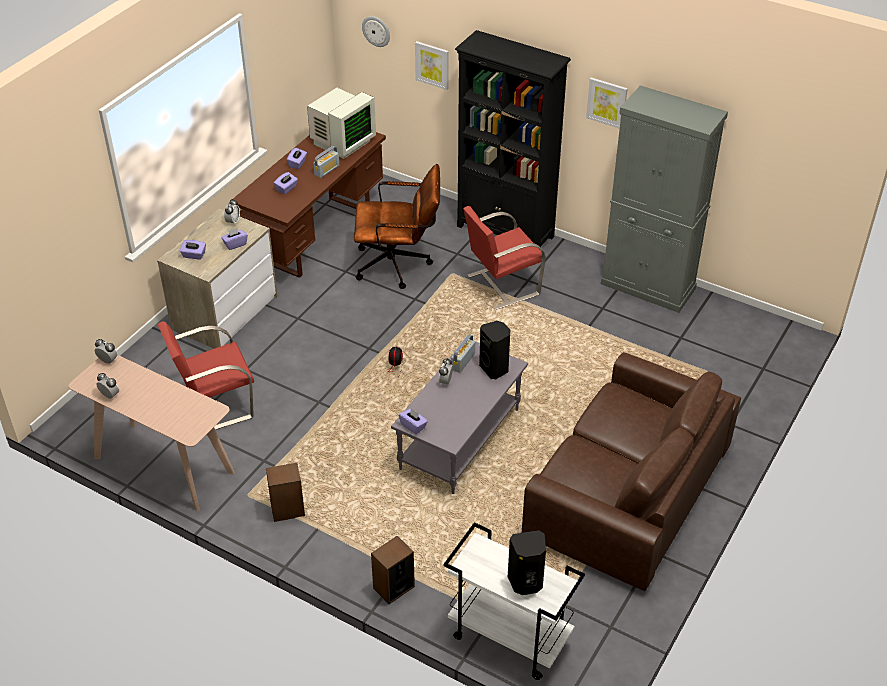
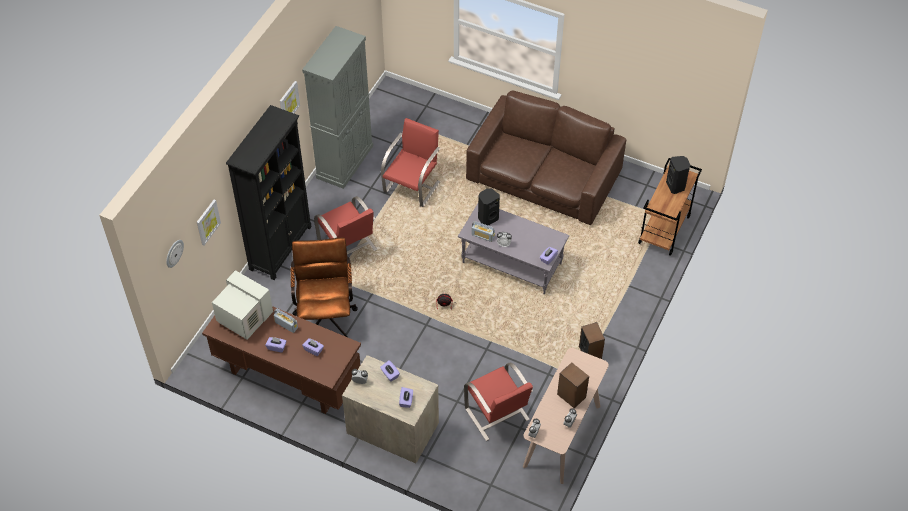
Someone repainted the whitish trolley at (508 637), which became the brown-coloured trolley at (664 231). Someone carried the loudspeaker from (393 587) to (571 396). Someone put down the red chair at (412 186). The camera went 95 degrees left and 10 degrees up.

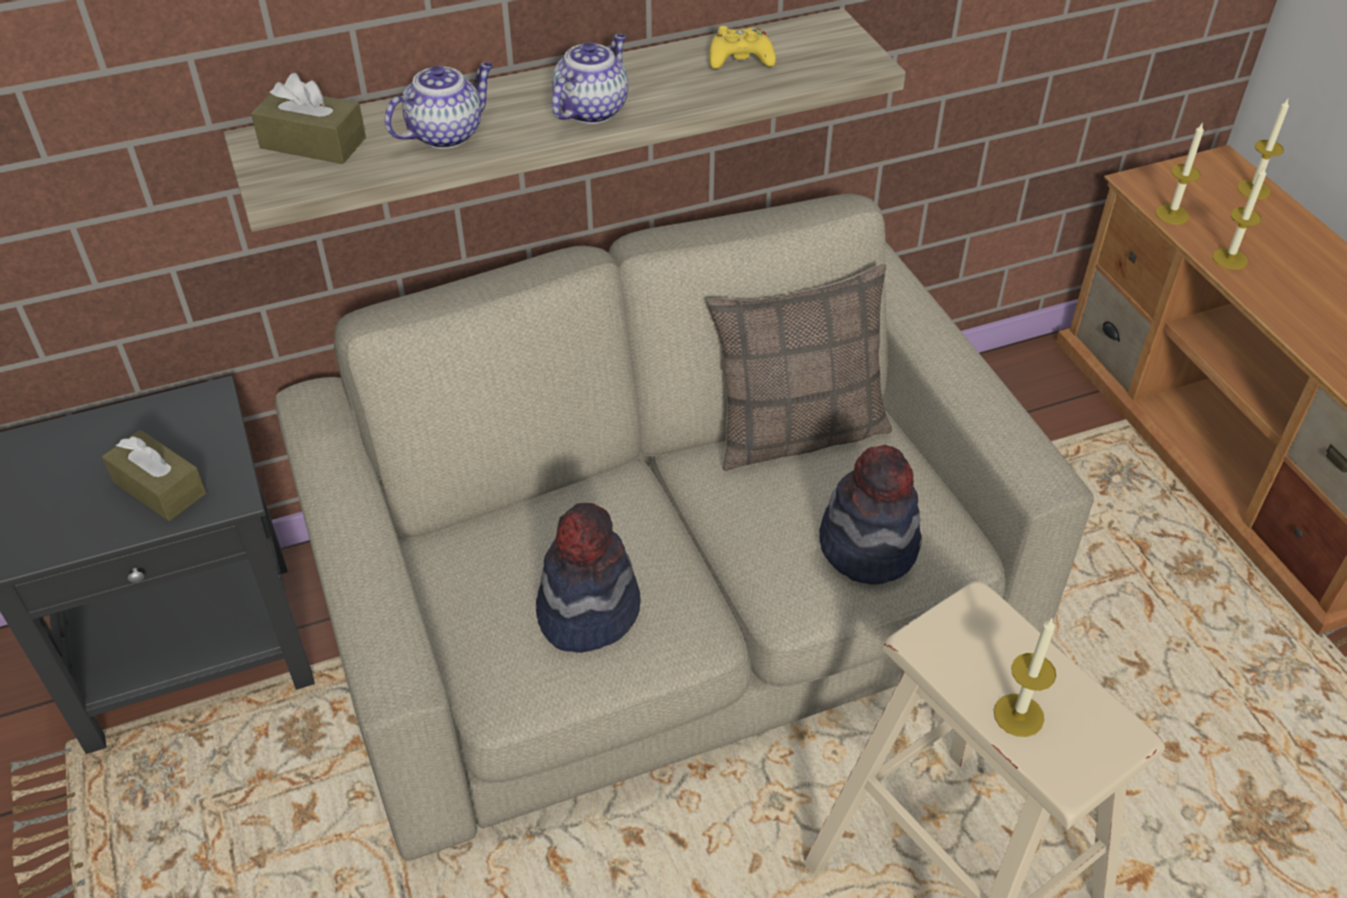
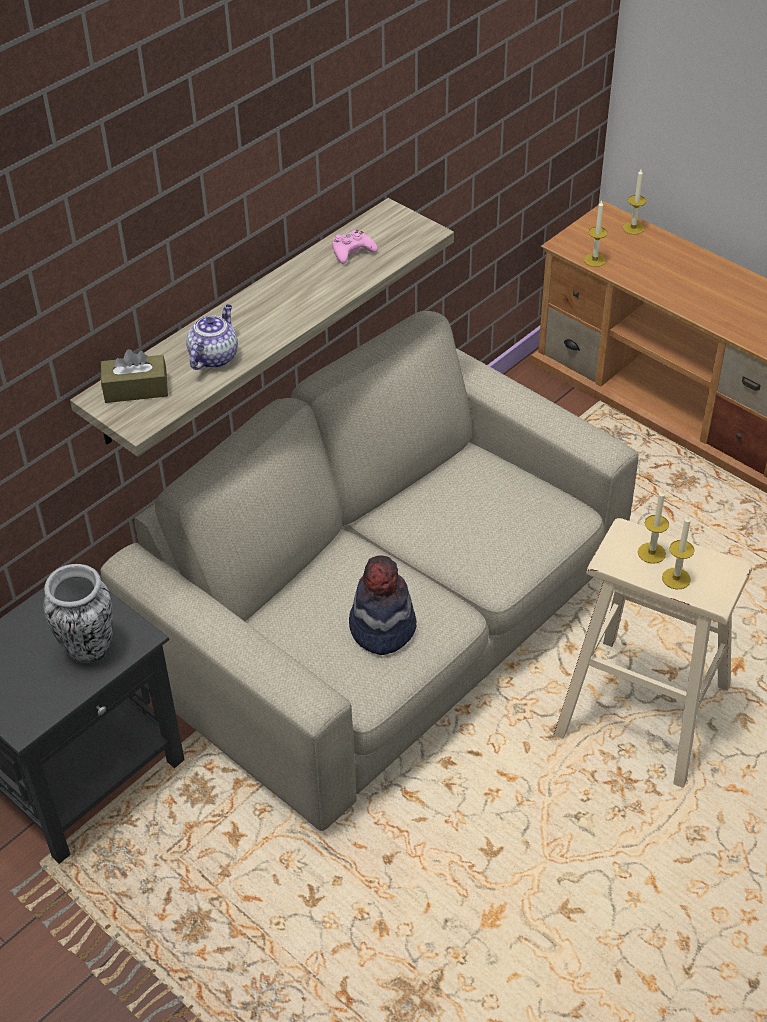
Someone repainted the yellow gamepad at (740 59), which became the pink-coloured gamepad at (352 252). Someone took away the teapot at (591 109). Someone carried the wax light from (1229 259) to (651 553). Someone took away the cushion at (798 432). Someone swapped the brown-coloured tissue box at (159 488) for the vase at (89 649). Someone took away the hat at (868 546). The camera went 25 degrees left and 0 degrees up.

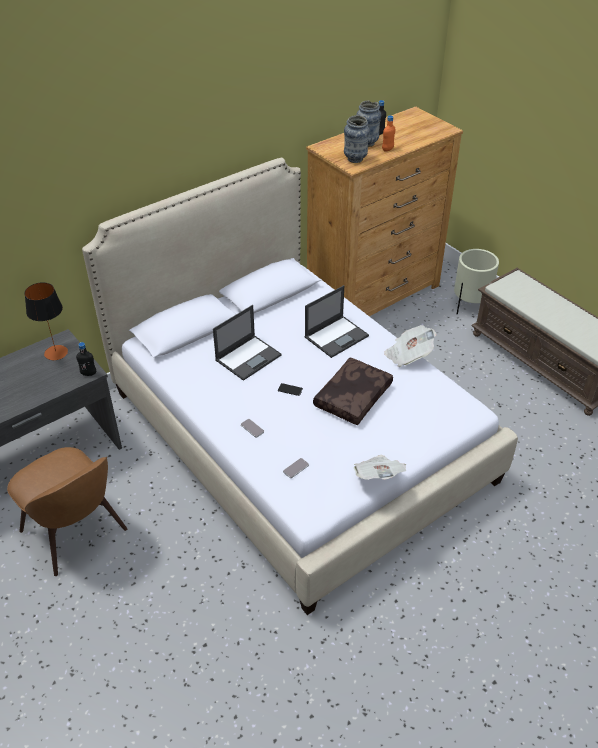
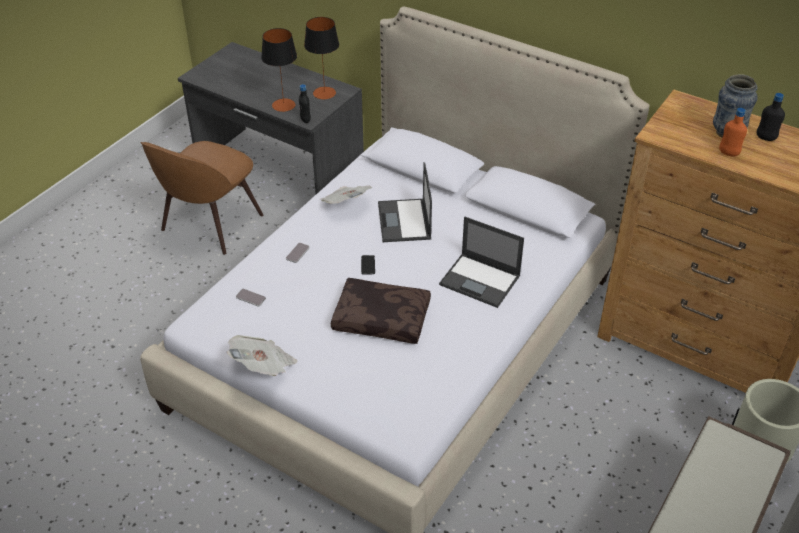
Someone took away the vase at (355 159). Someone rotated the portable computer at (248 357) by 60 degrees clockwise. Someone carried the newspaper from (408 355) to (346 204). Someone put down the lamp for a table at (283 105). The camera went 70 degrees right and 0 degrees up.

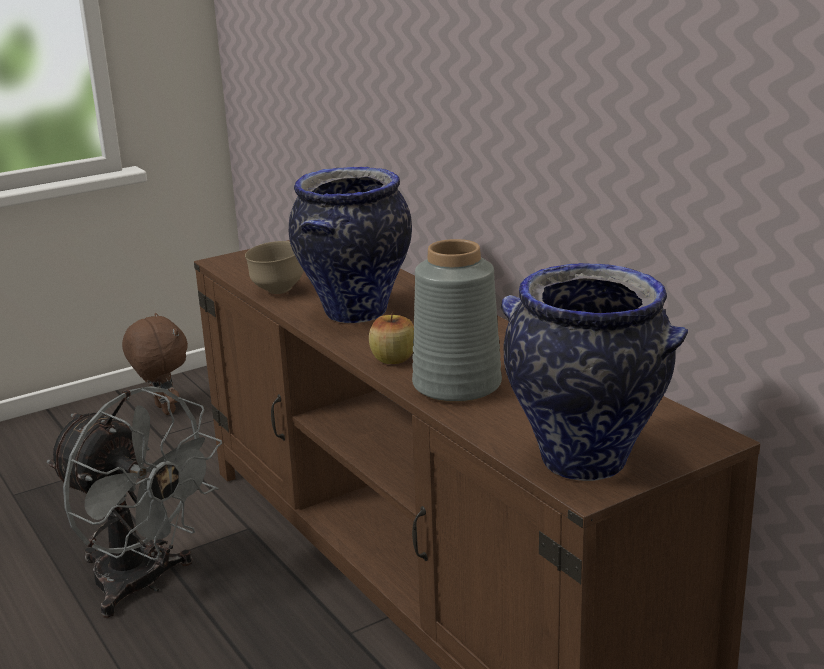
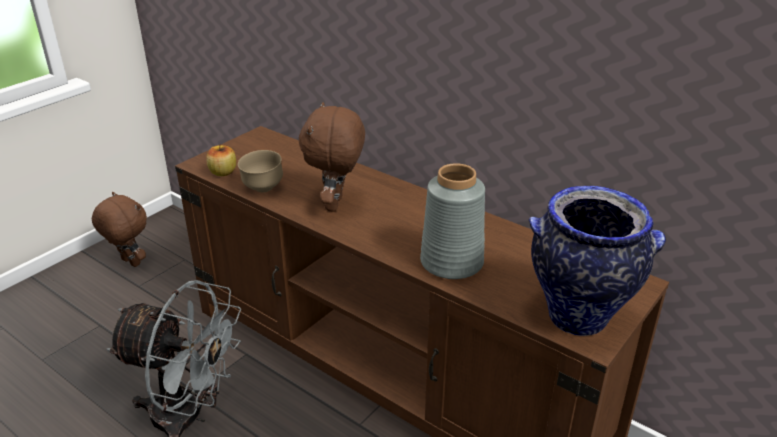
Someone swapped the vase at (355 314) for the brown-coloured soft toy at (336 204). Someone carried the whole apple from (393 359) to (223 172). The camera went 20 degrees left and 10 degrees up.

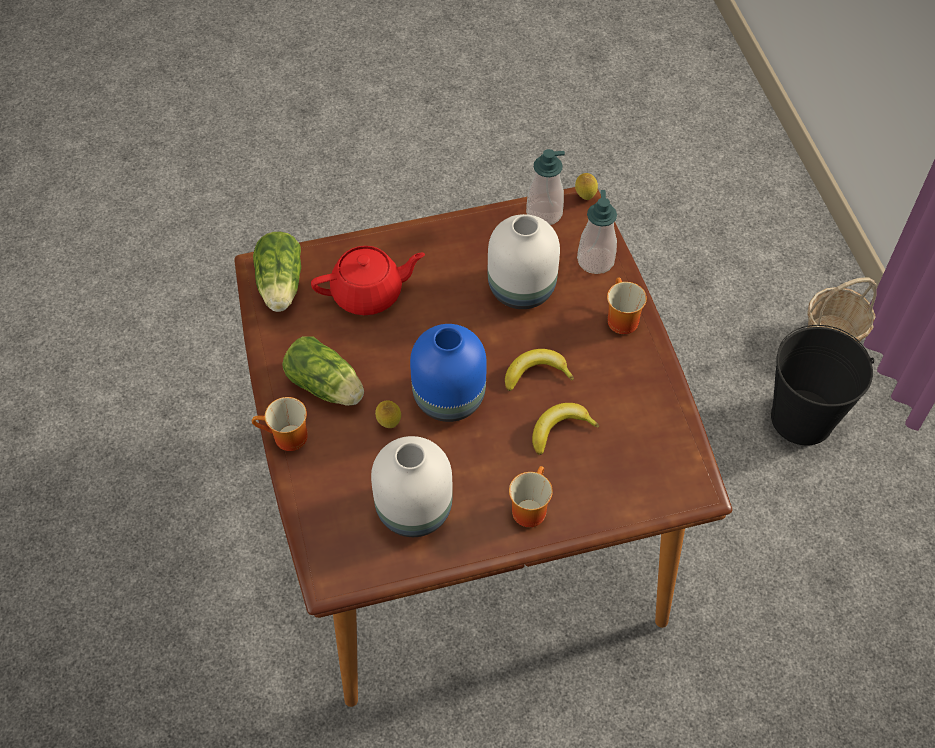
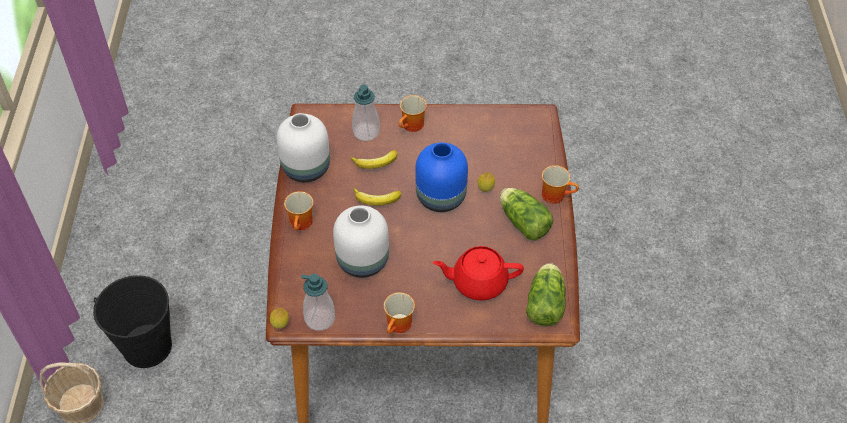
Someone carried the soap bottle from (595 260) to (366 132). Someone carried the whitish vase from (412 508) to (307 169). Someone put down the coffee mug at (400 326). The camera went 165 degrees left and 5 degrees down.

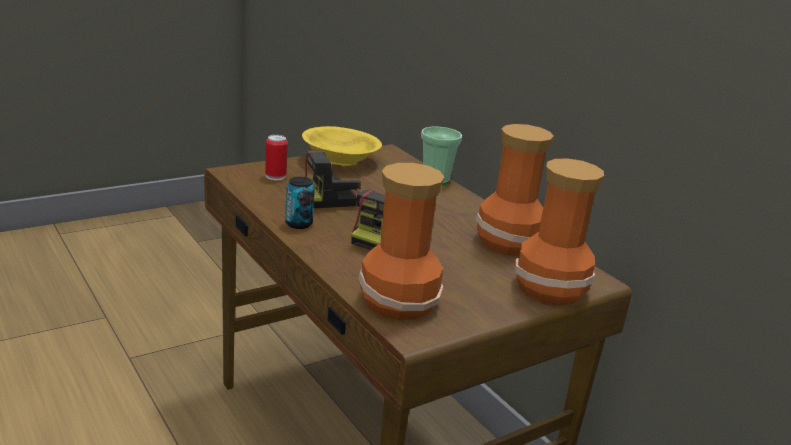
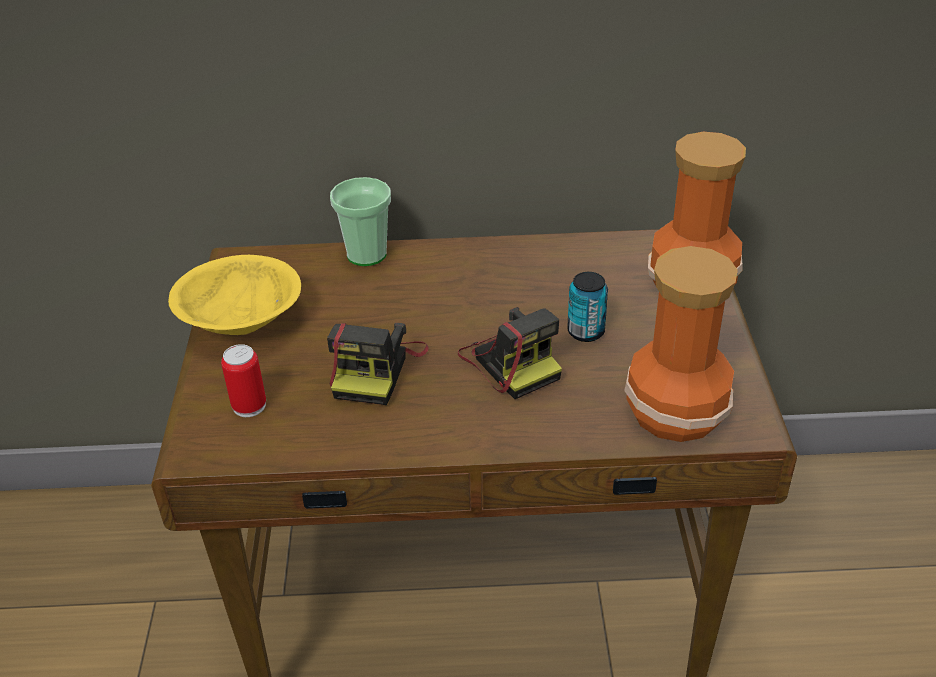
Someone took away the vase at (506 242). Someone carried the can from (298 224) to (586 332). The camera went 55 degrees left and 15 degrees up.

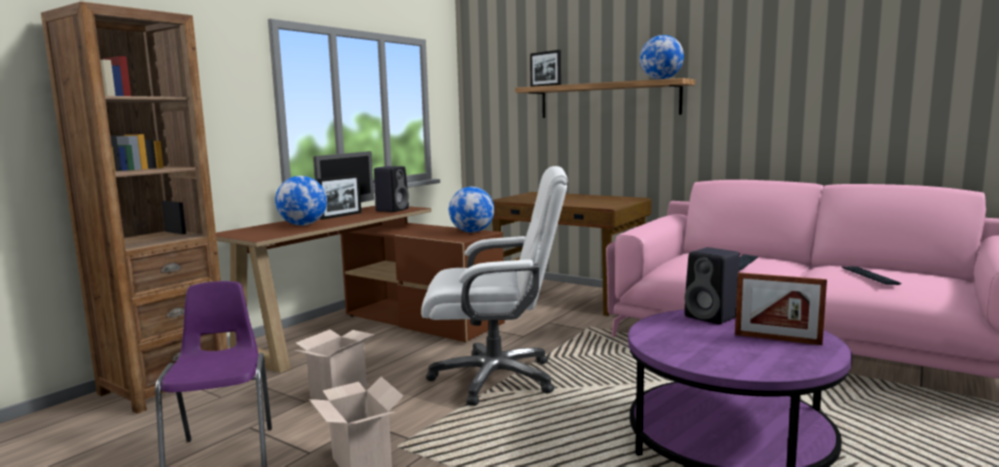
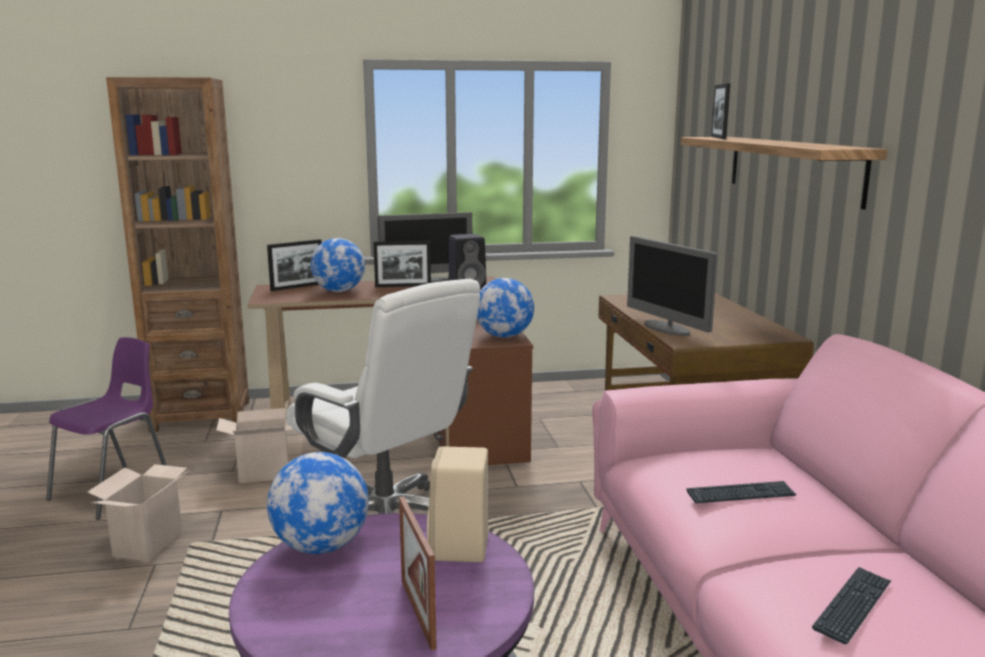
Someone carried the globe from (661 79) to (321 546). Someone repainted the blackish loudspeaker at (713 317), which became the beige-coloured loudspeaker at (460 549). Someone put down the computer screen at (667 329). Someone put down the picture frame at (297 287). The camera went 45 degrees right and 5 degrees up.

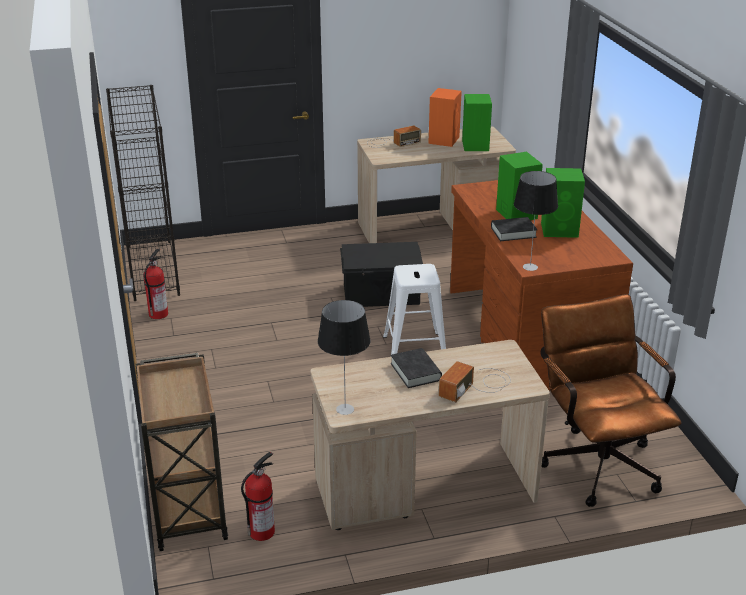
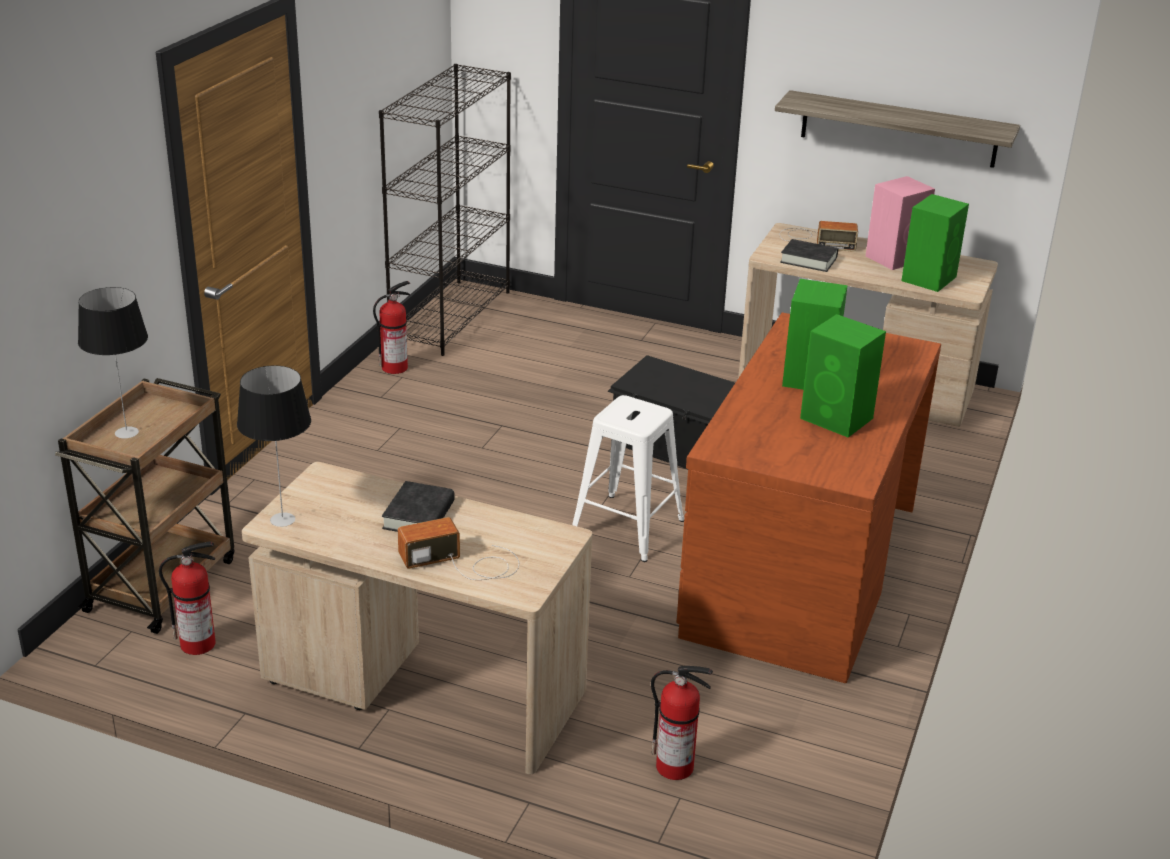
Someone repainted the orange loudspeaker at (444 140), which became the pink-coloured loudspeaker at (895 258). Someone carried the lamp for a table from (530 267) to (125 433). Someone carried the blackish volume from (513 232) to (808 260). Someone swapped the brown-coloured office chair at (596 460) for the fire extinguisher at (676 766). Someone put up the bracket shelf at (899 129). The camera went 35 degrees right and 0 degrees up.

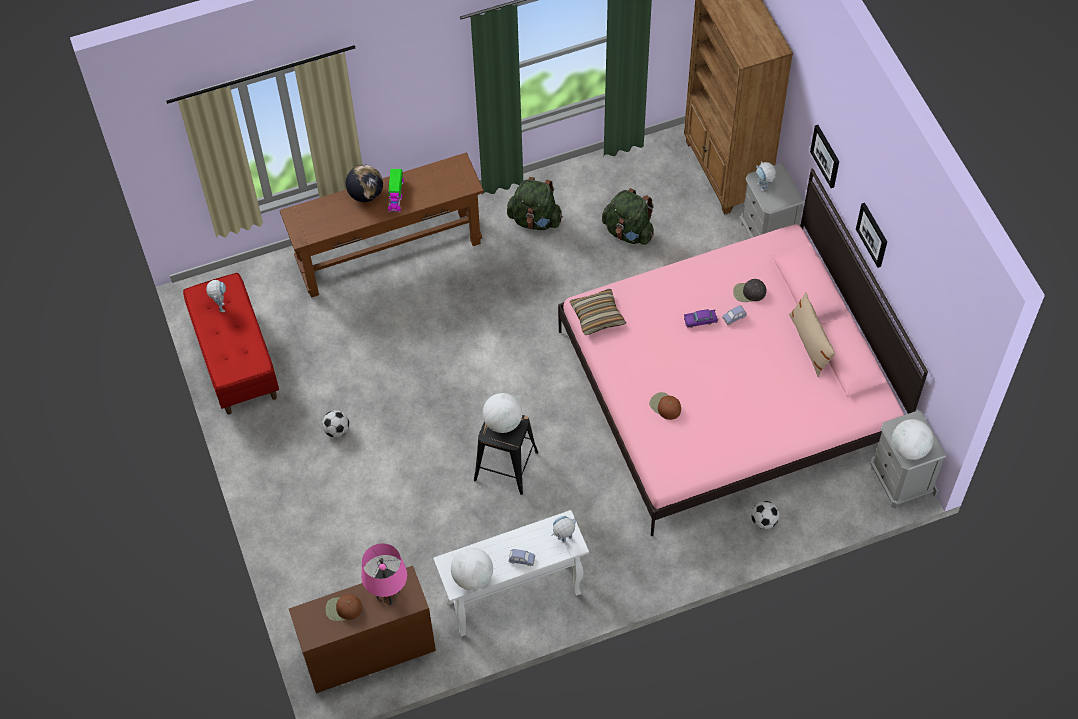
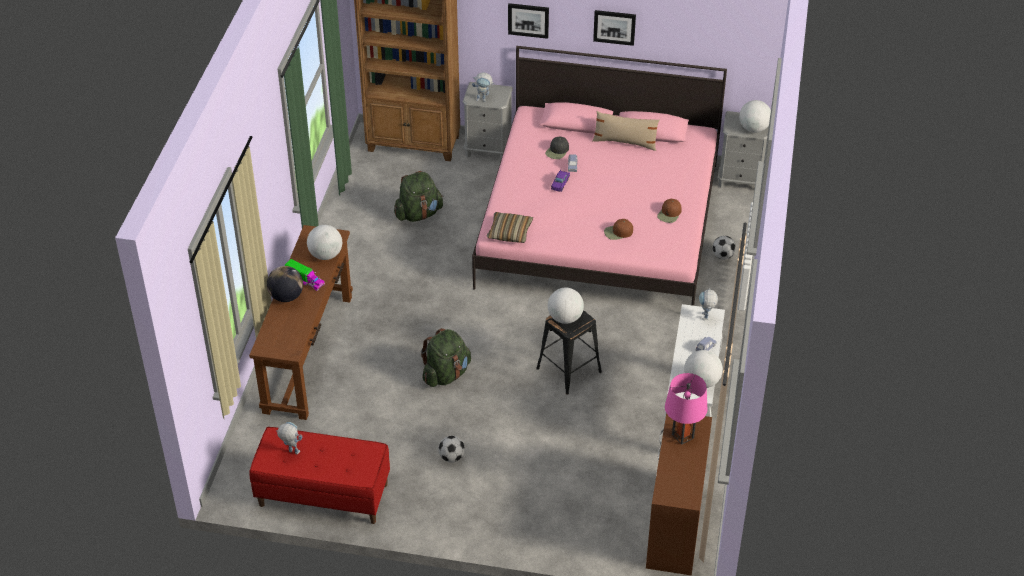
Someone carried the green rucksack from (535 220) to (446 374). Someone carried the brown-coloured peaked cap from (343 609) to (669 214). Someone put down the globe at (325 255). The camera went 60 degrees left and 15 degrees down.

